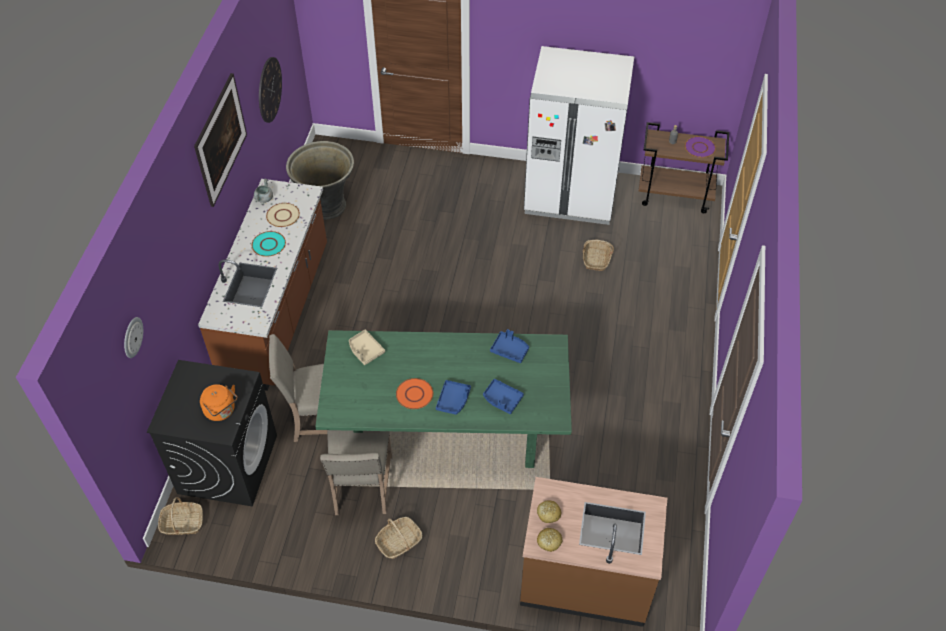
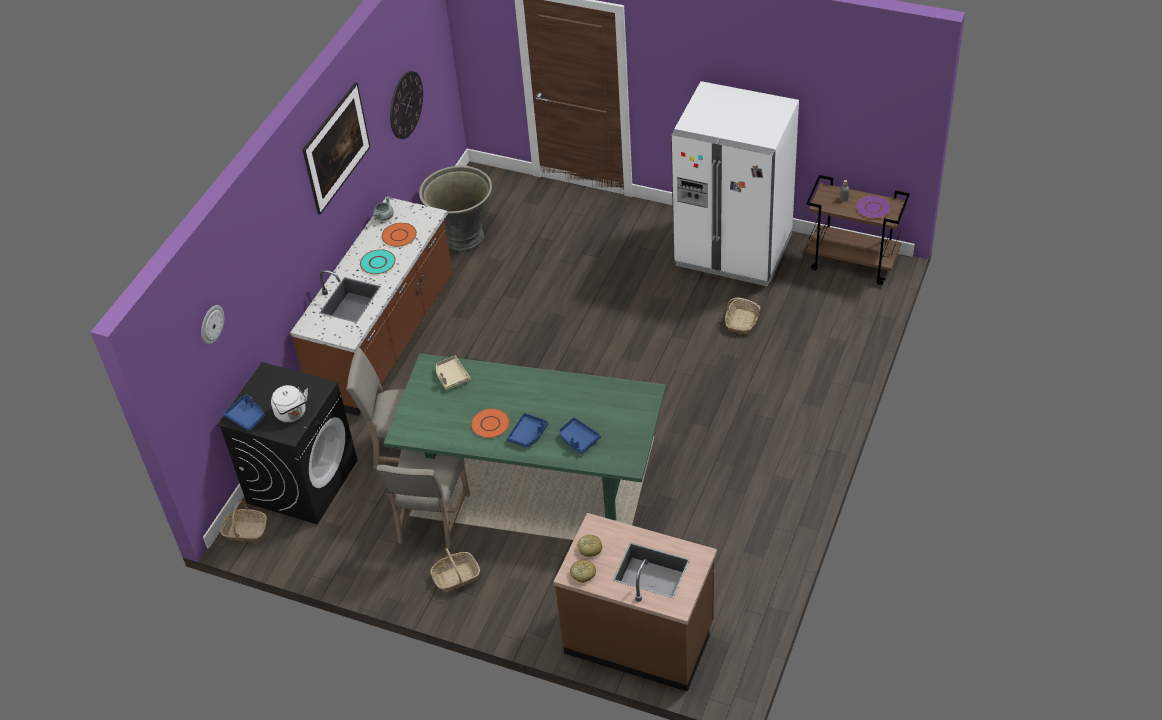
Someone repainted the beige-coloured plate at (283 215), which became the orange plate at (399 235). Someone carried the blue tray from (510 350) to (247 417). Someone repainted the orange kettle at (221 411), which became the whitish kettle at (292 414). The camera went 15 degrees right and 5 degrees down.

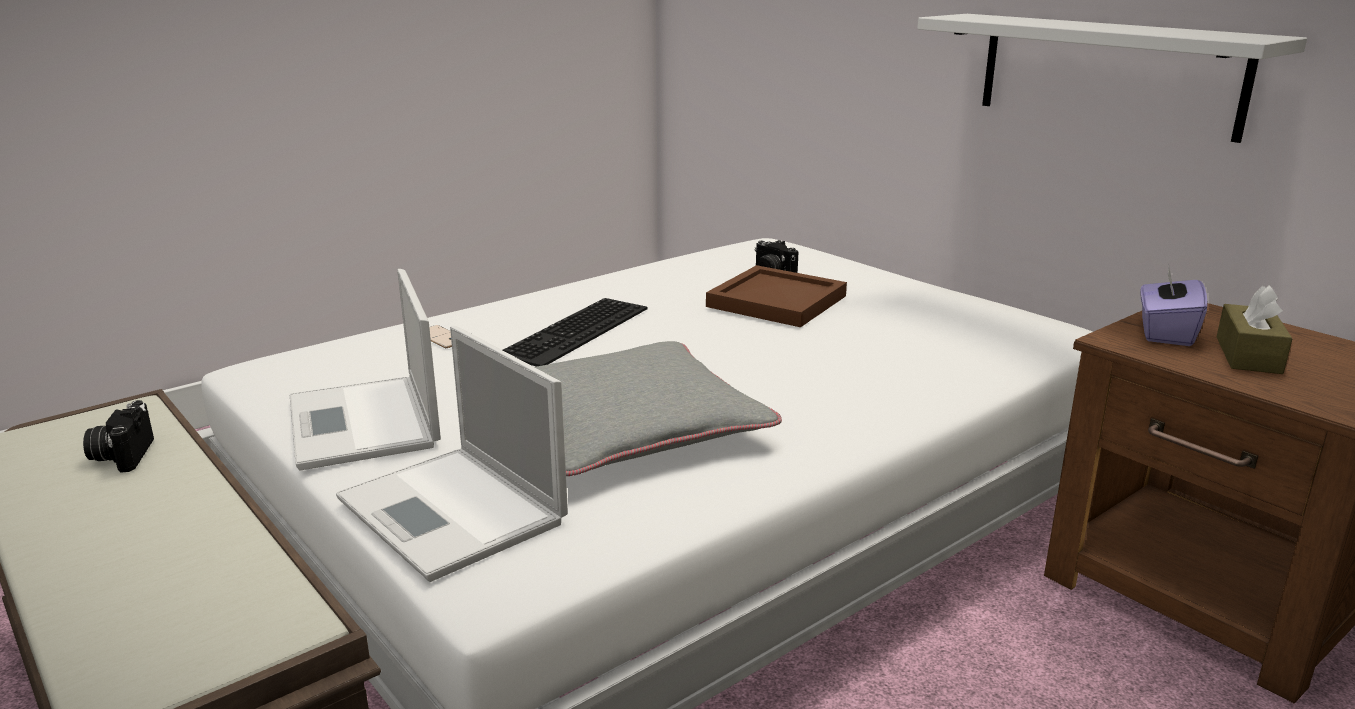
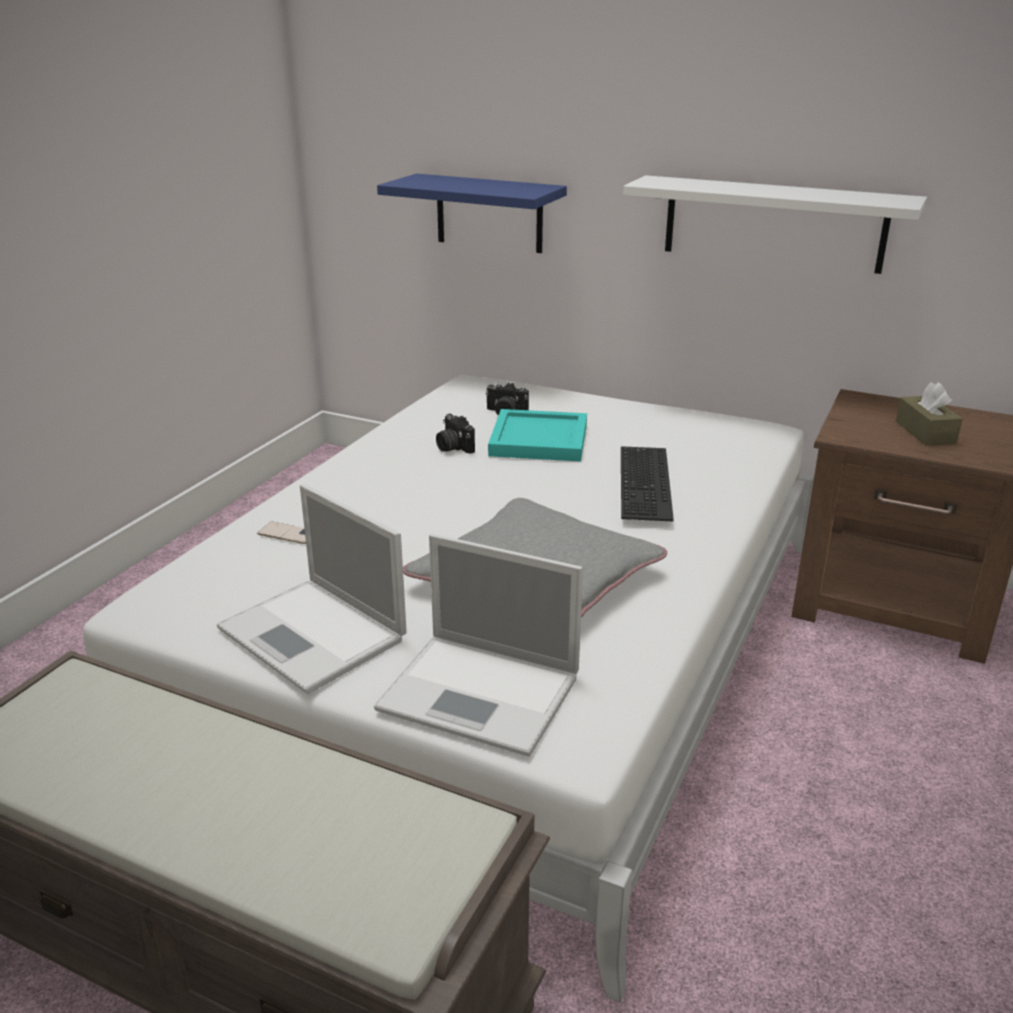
Someone took away the purple-coloured tissue box at (1165 332). Someone repainted the brown-coloured tray at (779 301), which became the turquoise-coloured tray at (540 439). Someone carried the computer keyboard from (577 332) to (648 483). Someone carried the photo camera from (122 455) to (453 447). Someone put up the blue bracket shelf at (489 213). The camera went 25 degrees left and 5 degrees up.

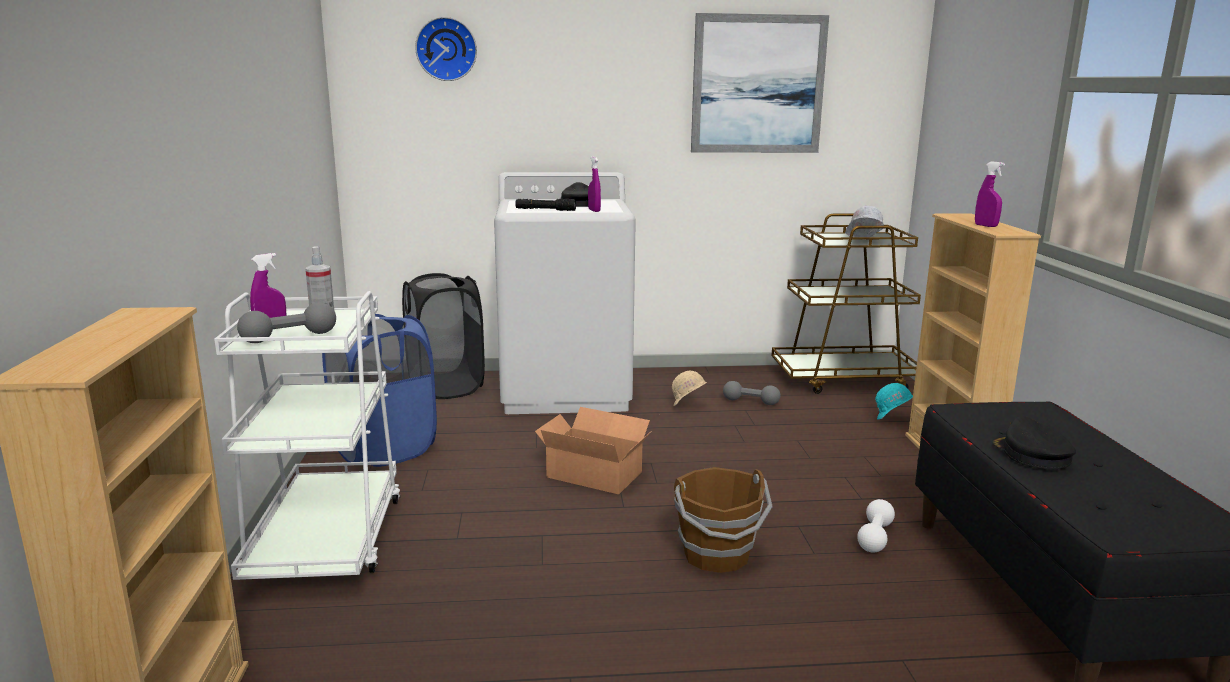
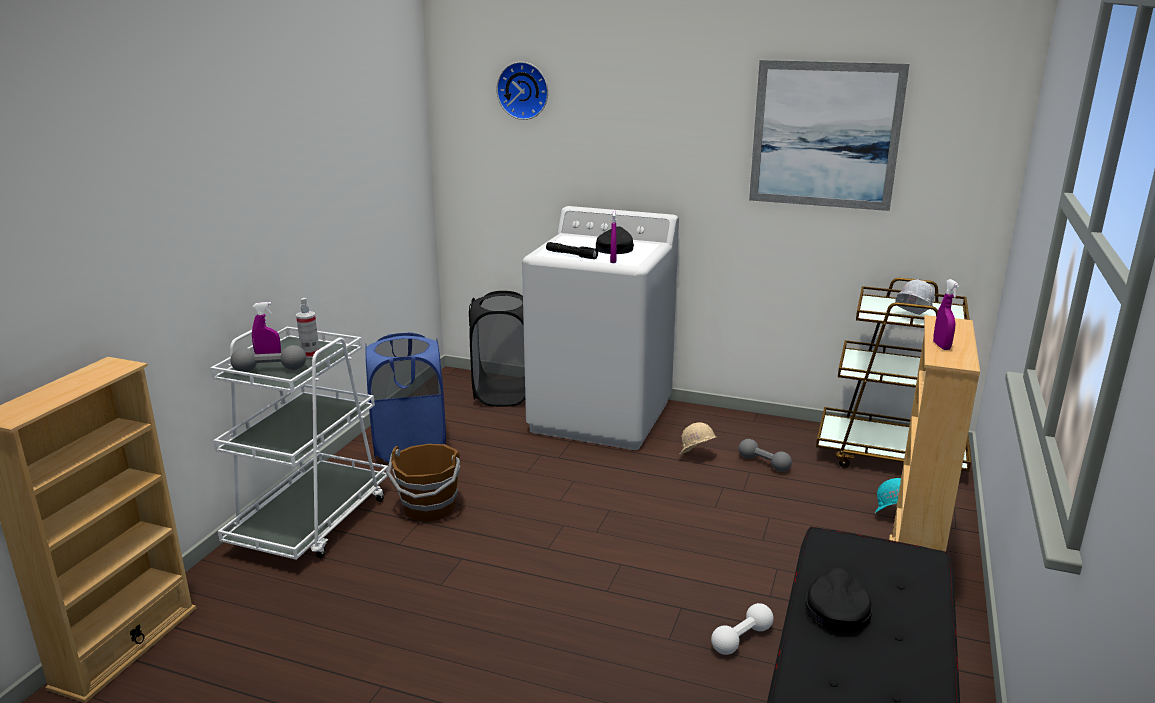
Someone took away the carton at (594 473). Someone carried the brown-coloured bucket from (717 555) to (429 509). The camera went 25 degrees right and 5 degrees up.

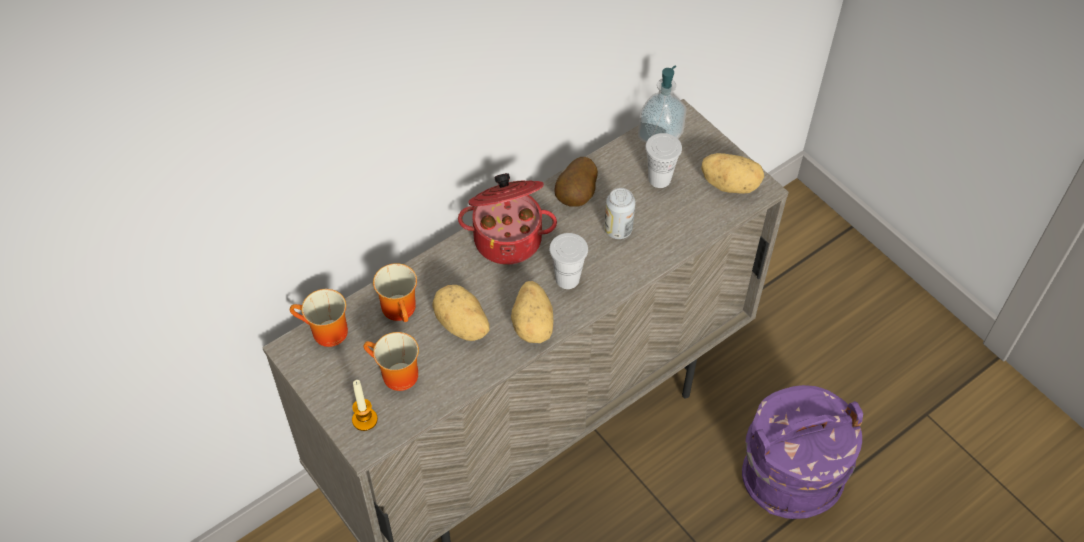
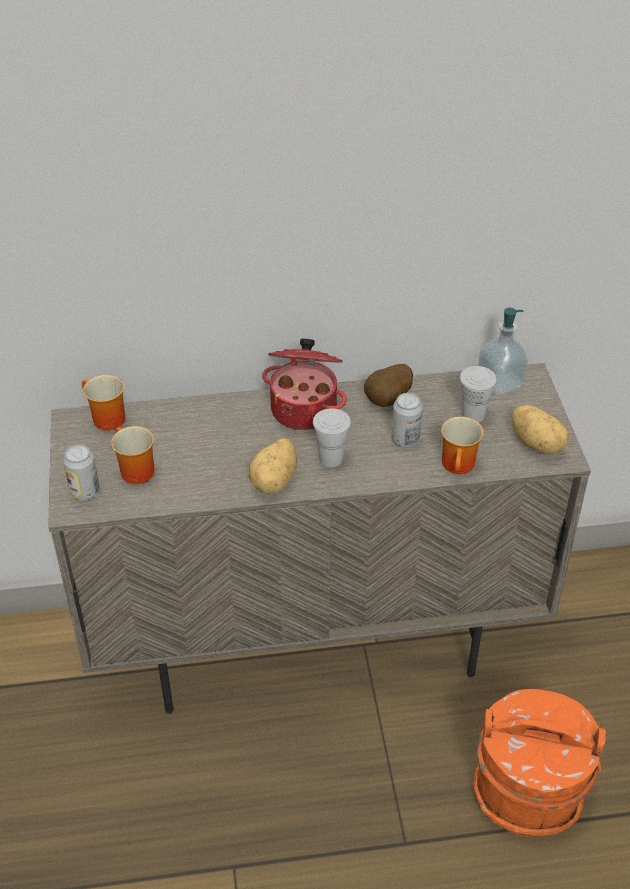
Someone carried the coffee mug from (402 309) to (460 466). Someone took away the spud at (461 326). Someone swapped the wax light at (364 419) for the can at (85 491). Someone repainted the purple-coloured bucket at (790 476), which became the orange bucket at (528 791). The camera went 30 degrees right and 10 degrees down.

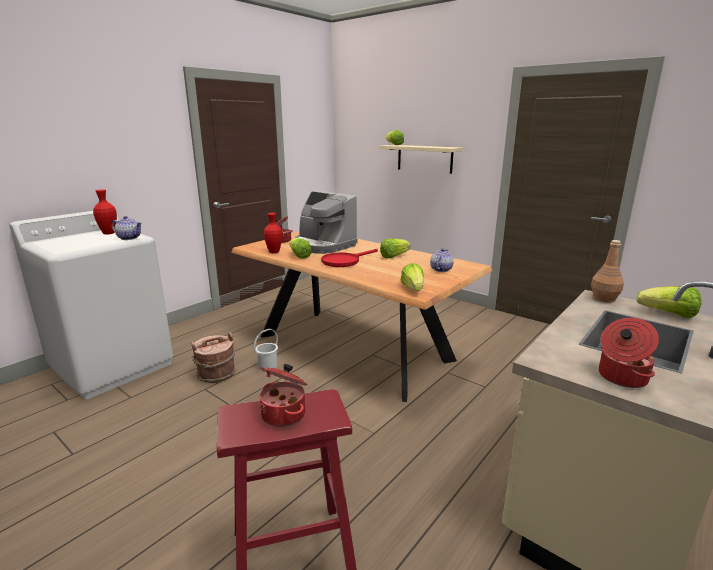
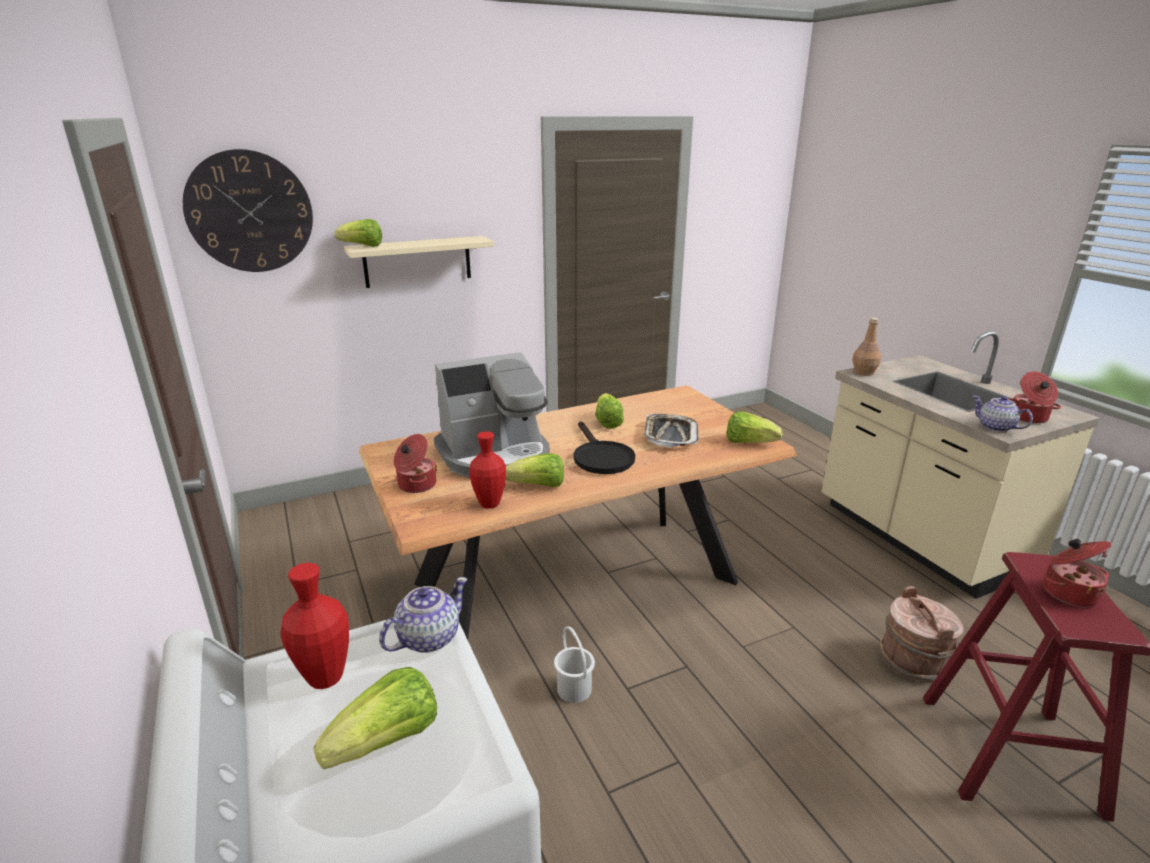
Someone carried the teapot from (440 269) to (996 427). Someone repainted the red frying pan at (344 261), which became the blackish frying pan at (600 457). Someone carried the lettuce from (668 314) to (388 741). Someone carried the brown-coloured bucket from (216 374) to (912 661). Someone put up the wall clock at (250 212). Someone put down the tray at (670 435). The camera went 65 degrees left and 5 degrees up.

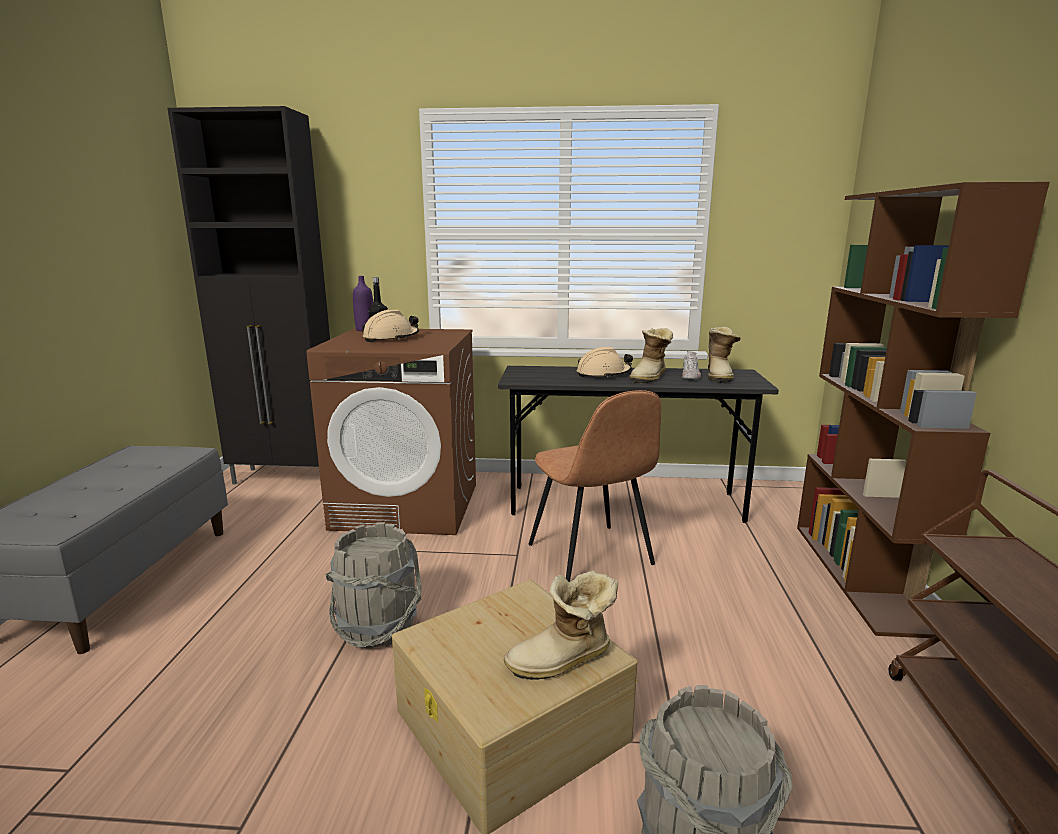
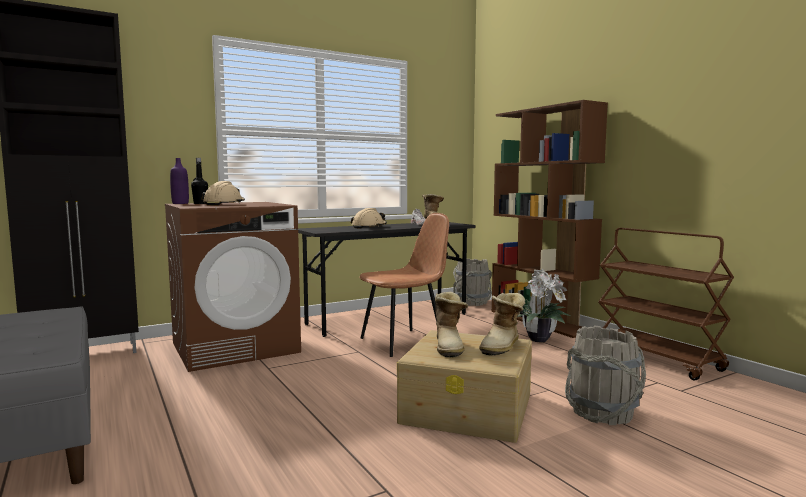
Someone carried the high-top boot from (651 377) to (450 347). Someone rotated the brown-coloured chair at (591 556) by 60 degrees counterclockwise. Someone carried the grey bucket from (378 627) to (471 302). Someone put down the potted plant at (538 339). The camera went 35 degrees left and 10 degrees down.

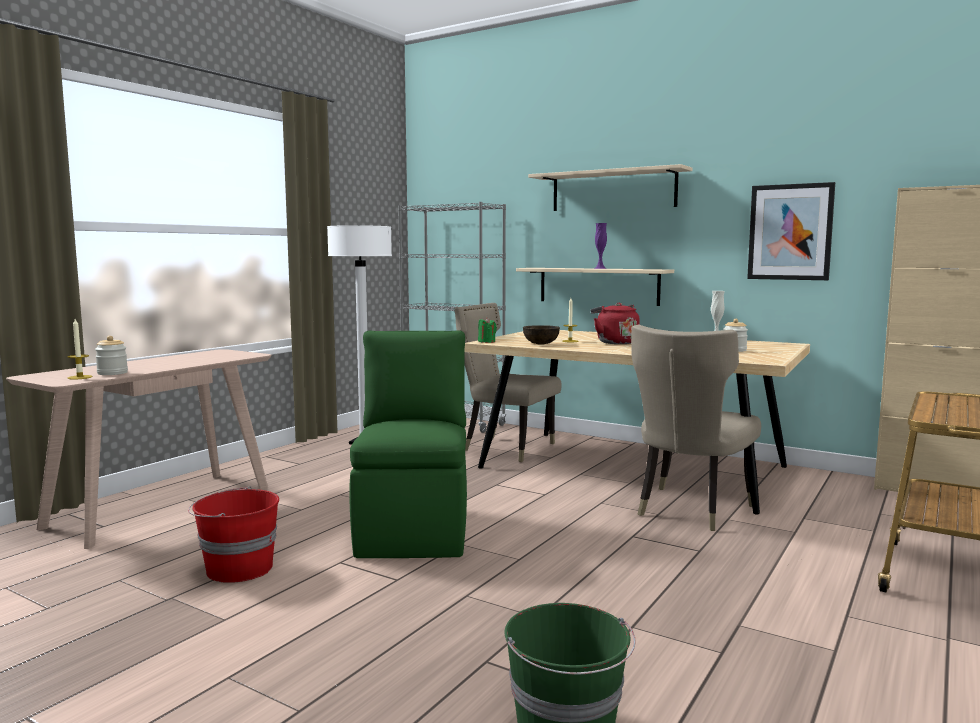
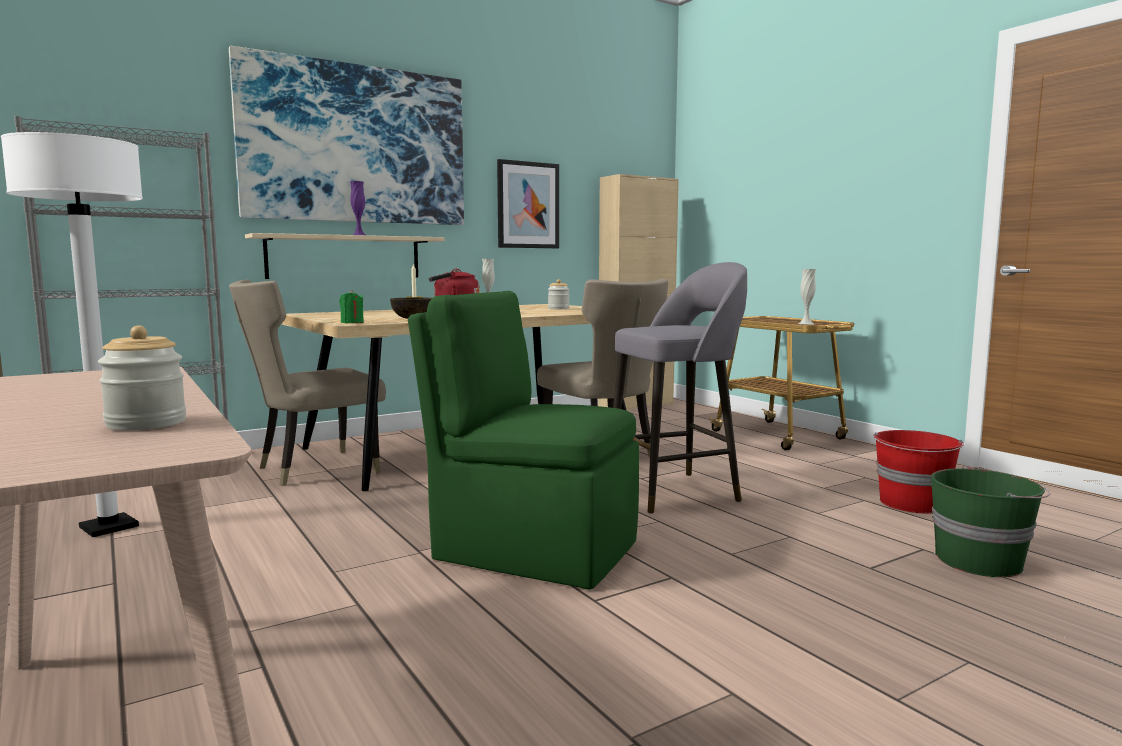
Someone swapped the beige-coloured bracket shelf at (613 190) for the picture at (356 145). Someone took away the wax light at (80 377). Someone carried the red bucket from (238 568) to (913 503). Someone put down the grey sitting stool at (675 492). Someone put down the whitish vase at (806 323). The camera went 65 degrees left and 0 degrees up.

